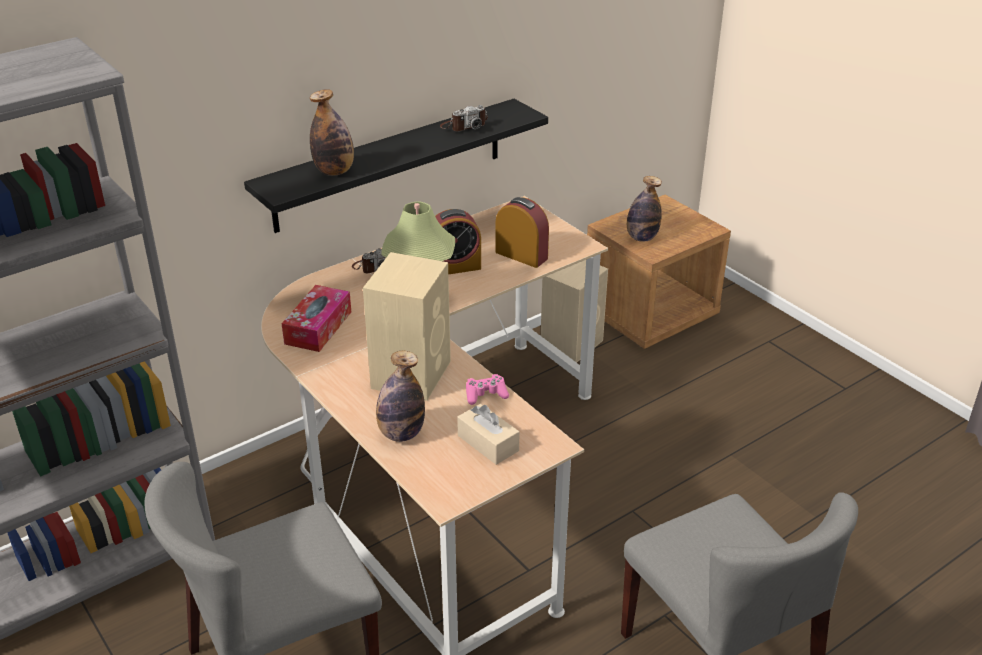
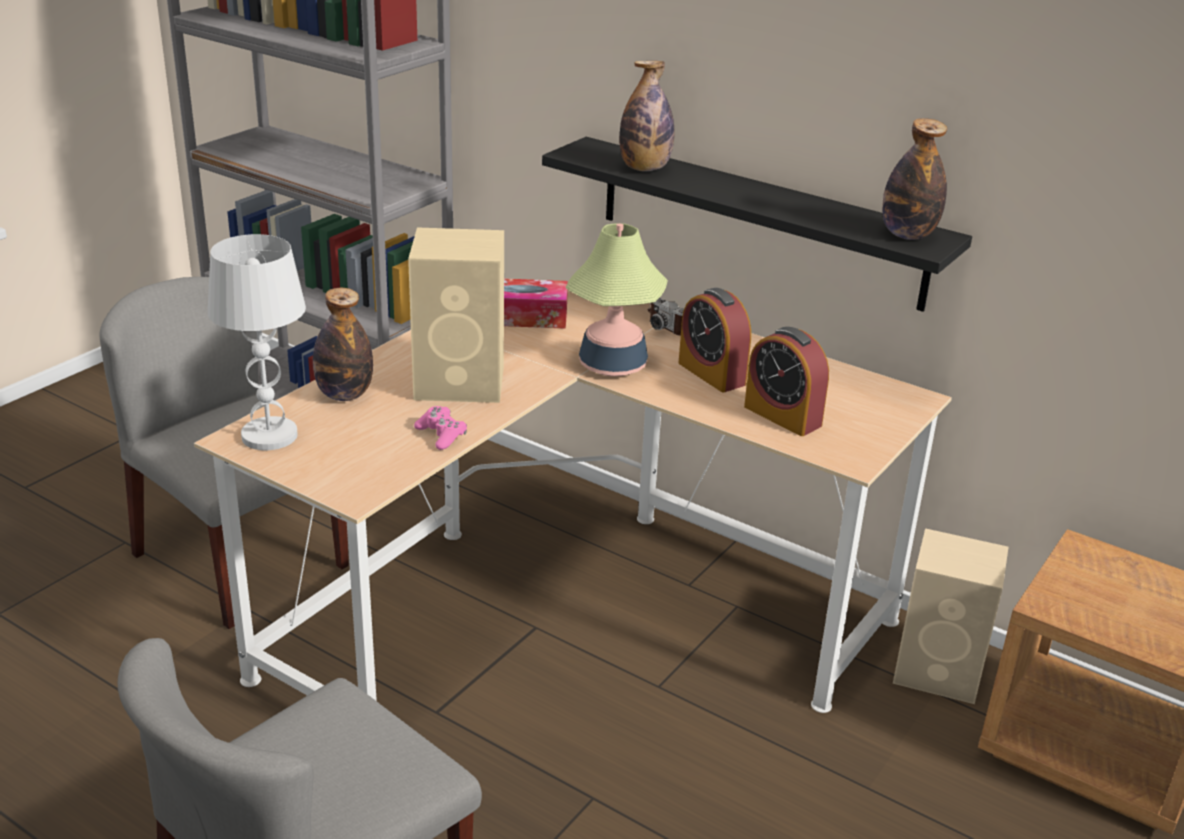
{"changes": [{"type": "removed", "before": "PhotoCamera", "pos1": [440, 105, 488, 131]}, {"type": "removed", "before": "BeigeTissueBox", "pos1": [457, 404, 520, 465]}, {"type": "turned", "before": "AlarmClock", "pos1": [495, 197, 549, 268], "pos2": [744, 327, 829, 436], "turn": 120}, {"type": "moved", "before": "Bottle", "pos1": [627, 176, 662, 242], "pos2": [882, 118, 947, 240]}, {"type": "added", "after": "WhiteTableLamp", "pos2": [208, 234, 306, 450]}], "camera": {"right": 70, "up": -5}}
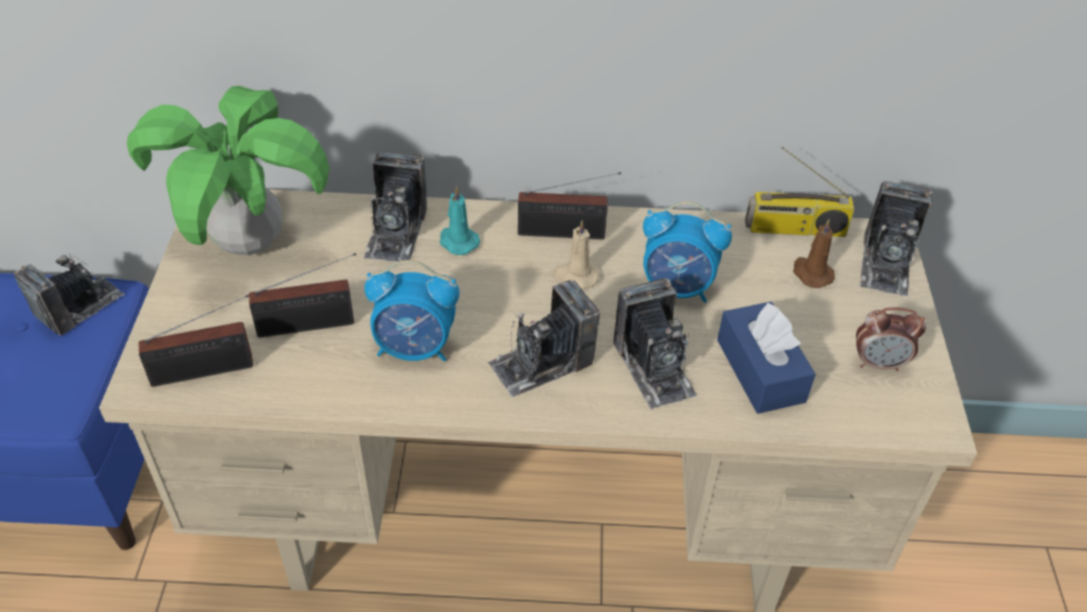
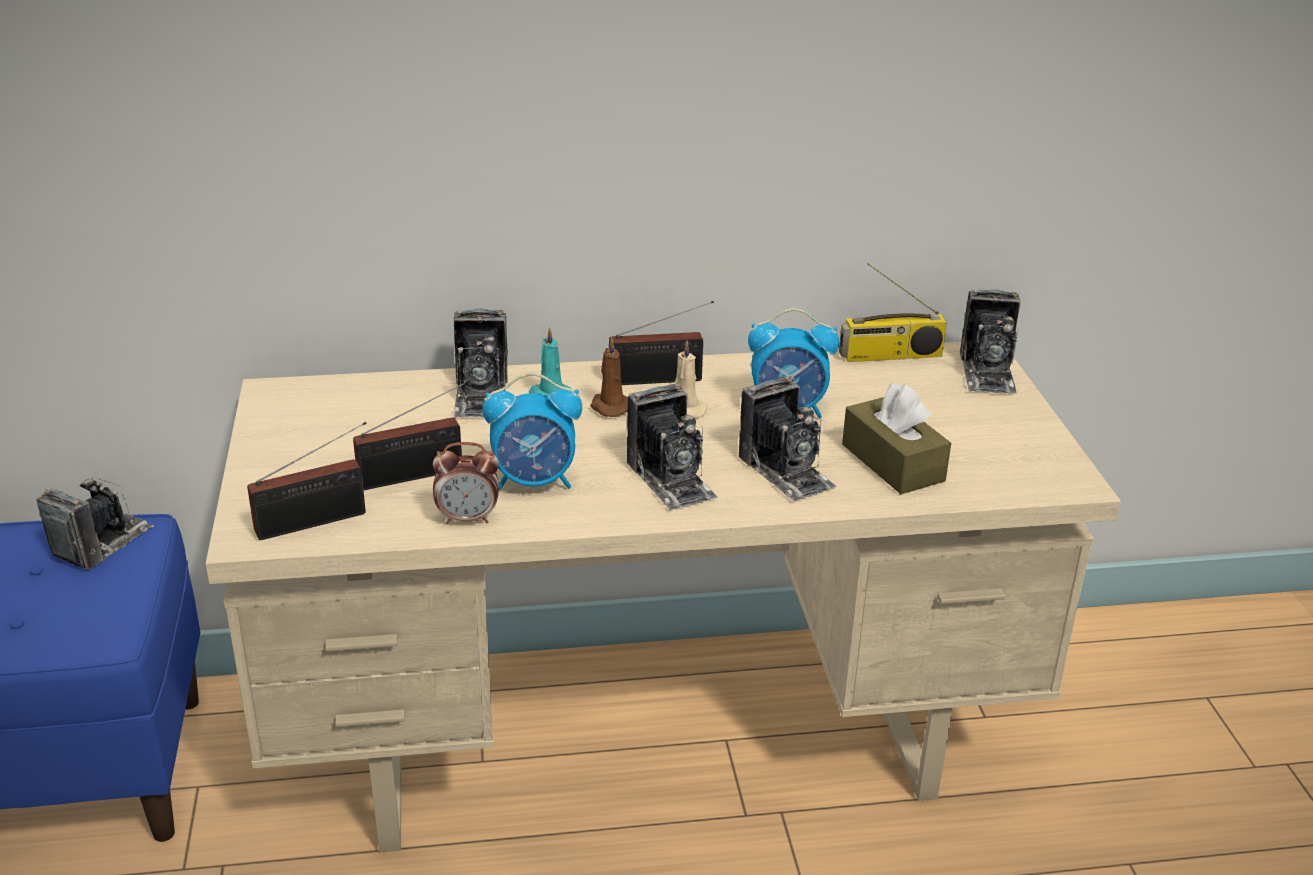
{"changes": [{"type": "removed", "before": "PottedPlant", "pos1": [127, 86, 329, 255]}, {"type": "turned", "before": "PhotoCamera", "pos1": [488, 280, 600, 397], "pos2": [627, 384, 718, 511], "turn": -75}, {"type": "recoloured", "before": "BlueTissueBox", "after": "BrownTissueBox", "pos1": [717, 302, 816, 414], "pos2": [842, 383, 951, 494]}, {"type": "moved", "before": "BrownCandle", "pos1": [793, 219, 835, 288], "pos2": [590, 337, 628, 417]}, {"type": "moved", "before": "AlarmClock", "pos1": [856, 307, 926, 372], "pos2": [433, 442, 499, 524]}], "camera": {"right": -10, "up": -15}}
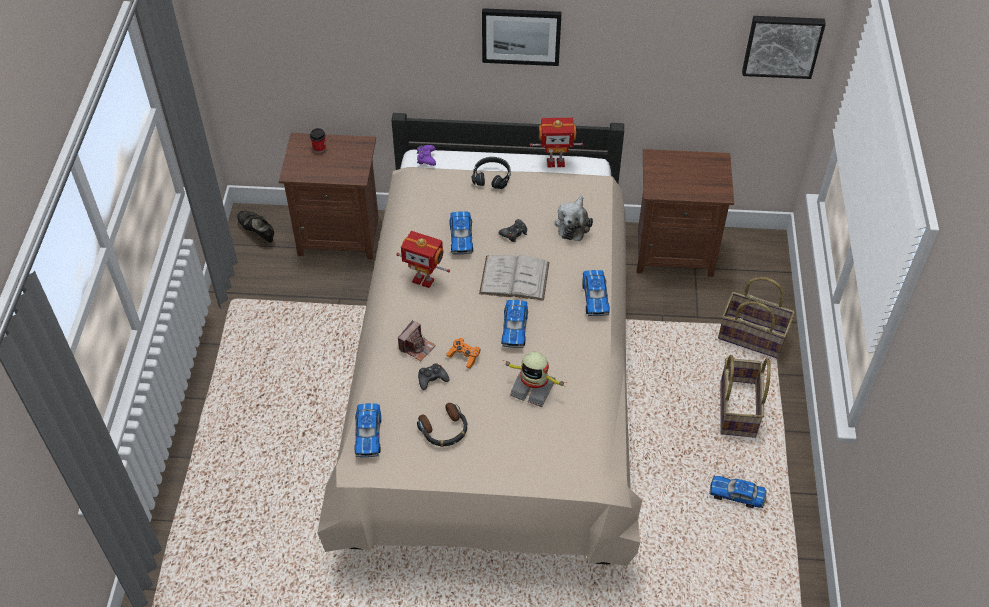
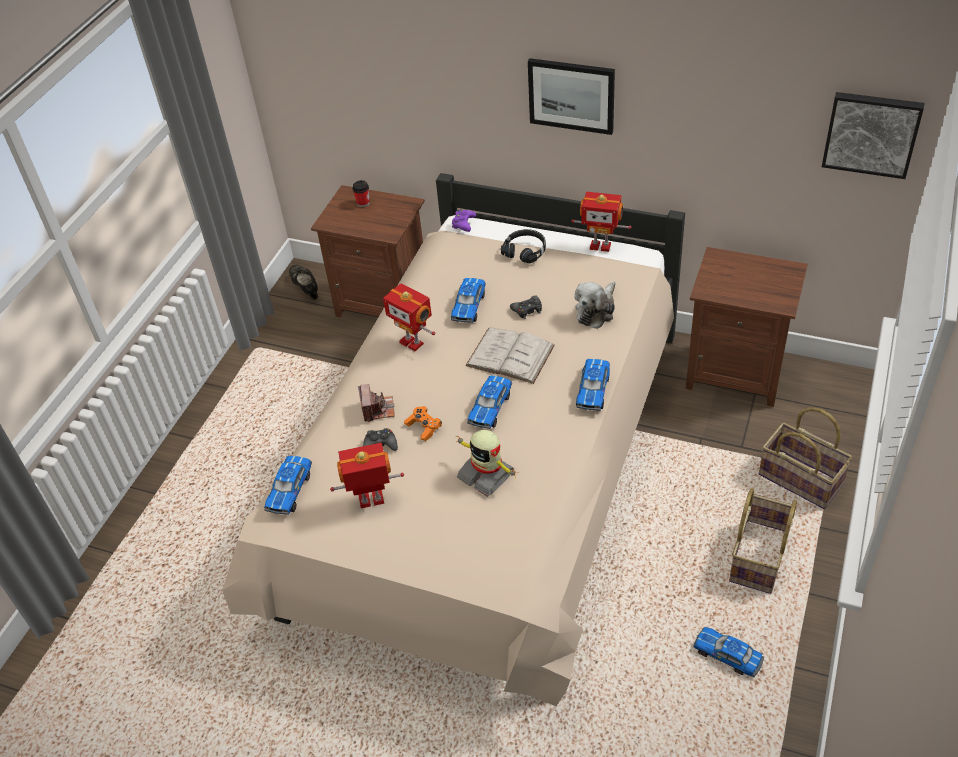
{"changes": [{"type": "turned", "before": "PhotoCamera", "pos1": [398, 320, 436, 361], "pos2": [358, 384, 395, 422], "turn": -60}, {"type": "replaced", "before": "Headphones", "after": "ToyRobot", "pos1": [417, 403, 468, 447], "pos2": [330, 443, 404, 508]}], "camera": {"right": 20, "up": -5}}
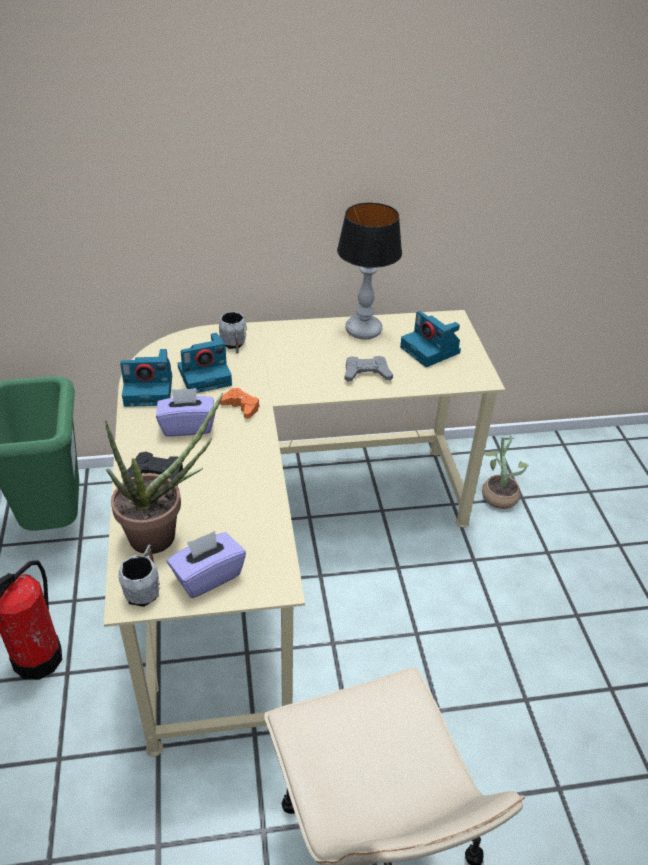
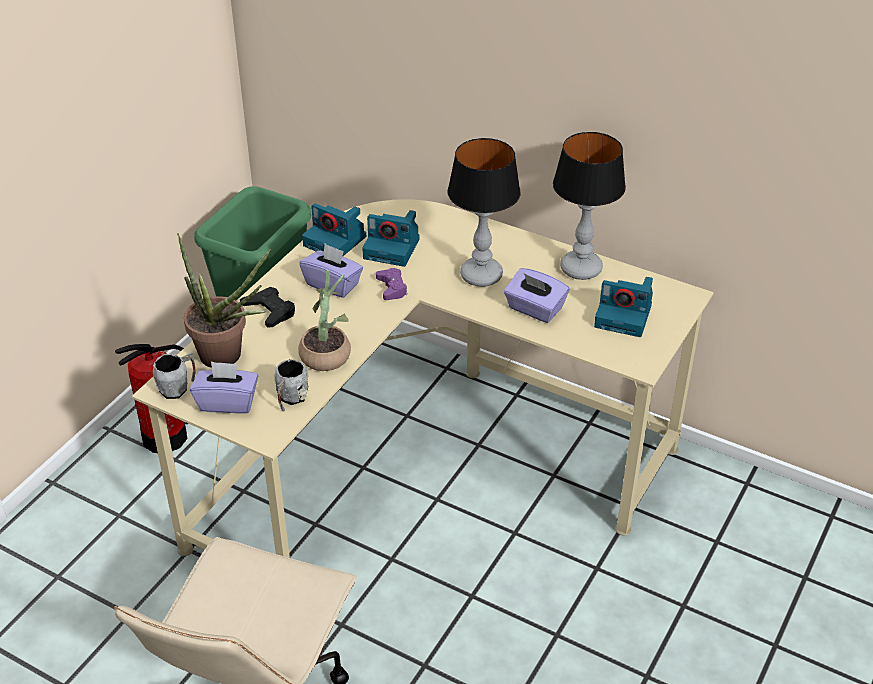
{"changes": [{"type": "moved", "before": "GreyMug", "pos1": [219, 311, 247, 354], "pos2": [274, 359, 309, 412]}, {"type": "recoloured", "before": "OrangeGameController", "after": "PurpleGameController", "pos1": [220, 388, 260, 419], "pos2": [376, 268, 408, 300]}, {"type": "replaced", "before": "GreyGameController", "after": "PurpleTissueBox", "pos1": [344, 356, 393, 382], "pos2": [504, 268, 569, 323]}, {"type": "turned", "before": "PhotoCamera", "pos1": [400, 311, 461, 367], "pos2": [594, 277, 653, 337], "turn": -75}, {"type": "moved", "before": "PottedPlant", "pos1": [482, 435, 529, 509], "pos2": [298, 270, 353, 371]}, {"type": "added", "after": "TableLamp", "pos2": [447, 138, 521, 287]}], "camera": {"right": 40, "up": 0}}
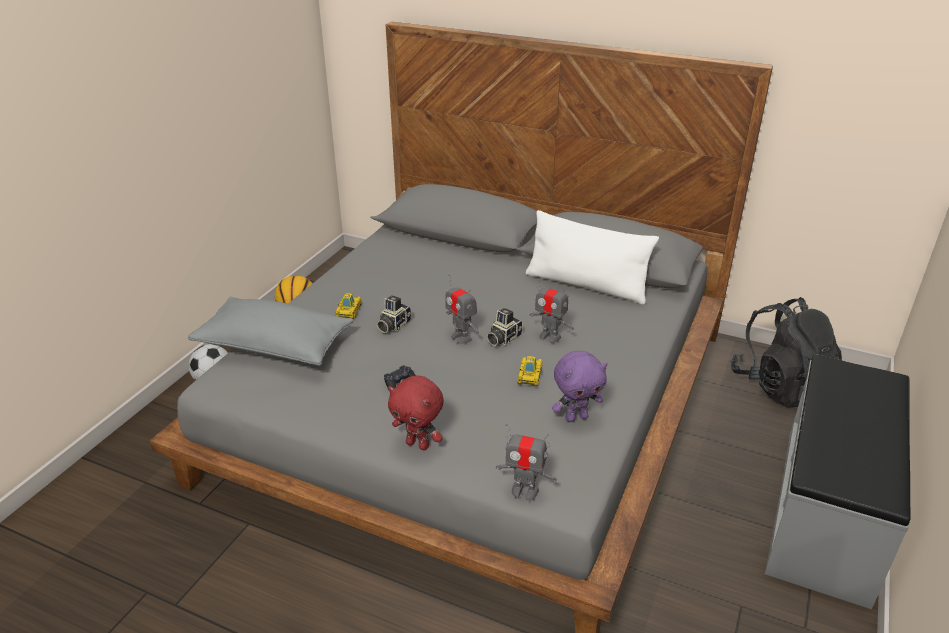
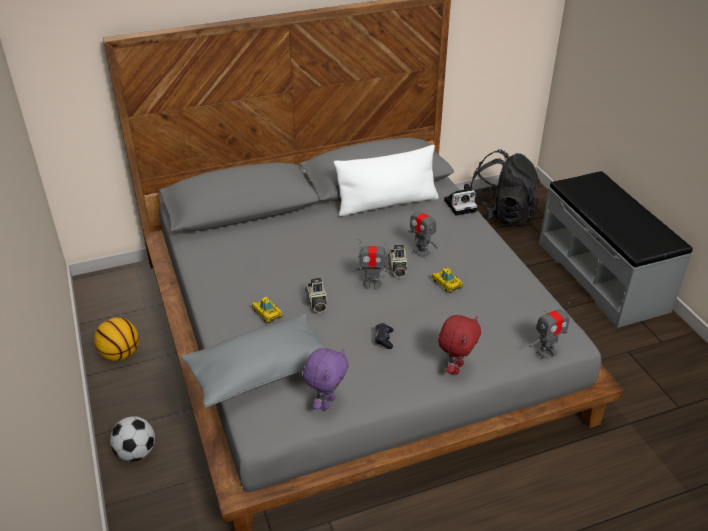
{"changes": [{"type": "turned", "before": "RedPlushToy", "pos1": [388, 375, 444, 450], "pos2": [438, 315, 481, 375], "turn": -45}, {"type": "turned", "before": "ToyRobot", "pos1": [530, 276, 574, 343], "pos2": [408, 204, 438, 257], "turn": 60}, {"type": "moved", "before": "PurplePlushToy", "pos1": [552, 351, 608, 422], "pos2": [303, 348, 349, 410]}, {"type": "added", "after": "PhotoCamera", "pos2": [444, 184, 478, 216]}], "camera": {"right": -45, "up": 5}}
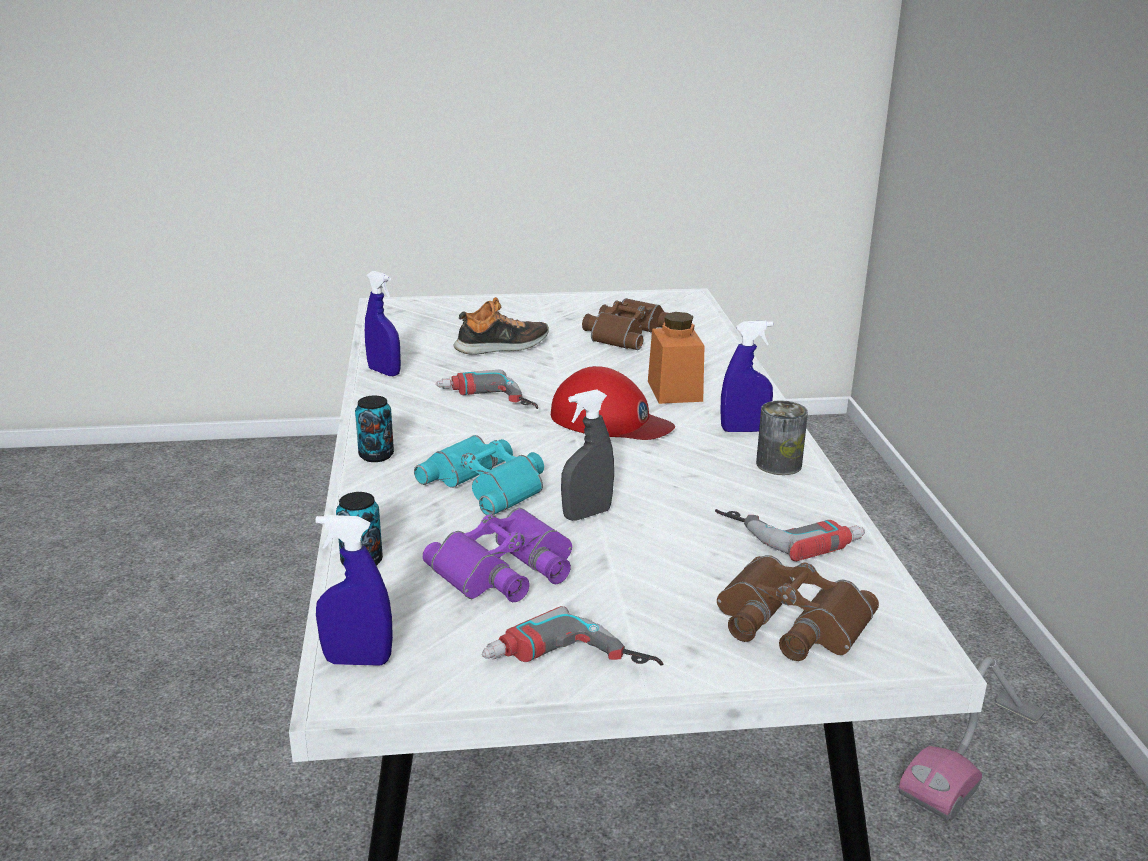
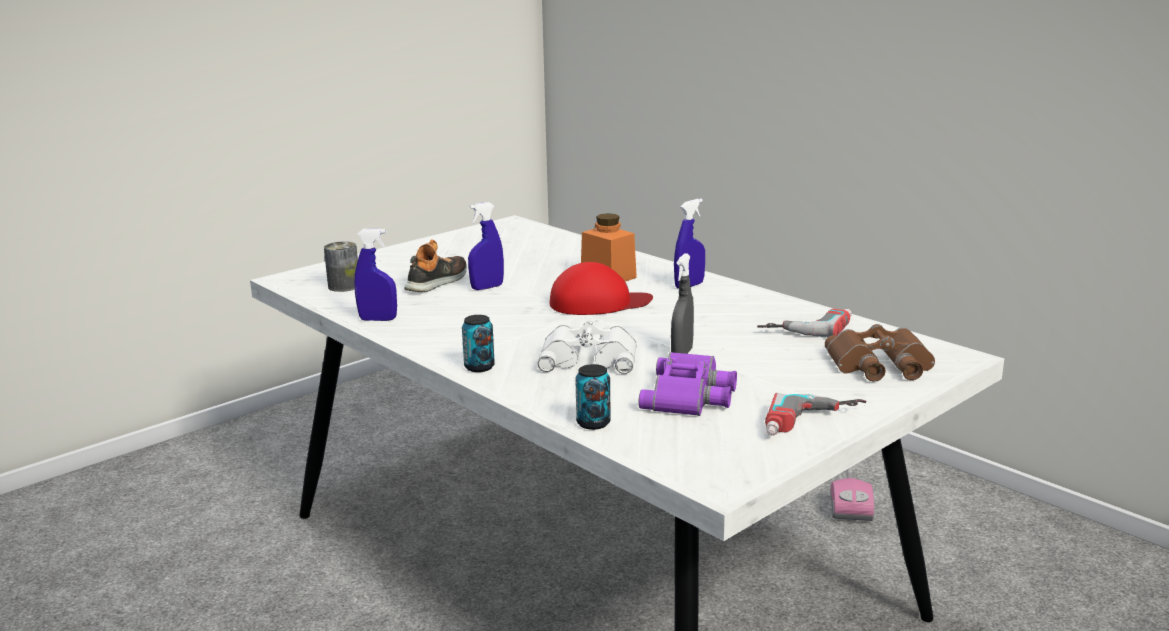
{"changes": [{"type": "moved", "before": "BlueSprayBottle", "pos1": [316, 515, 393, 666], "pos2": [468, 202, 504, 290]}, {"type": "recoloured", "before": "TurquoiseBinoculars", "after": "WhiteBinoculars", "pos1": [414, 435, 544, 515], "pos2": [538, 321, 637, 374]}, {"type": "removed", "before": "PowerDrill", "pos1": [436, 370, 538, 409]}, {"type": "removed", "before": "BrownBinoculars", "pos1": [582, 298, 667, 350]}, {"type": "moved", "before": "Can", "pos1": [756, 400, 808, 475], "pos2": [324, 241, 358, 292]}], "camera": {"right": -35, "up": -5}}
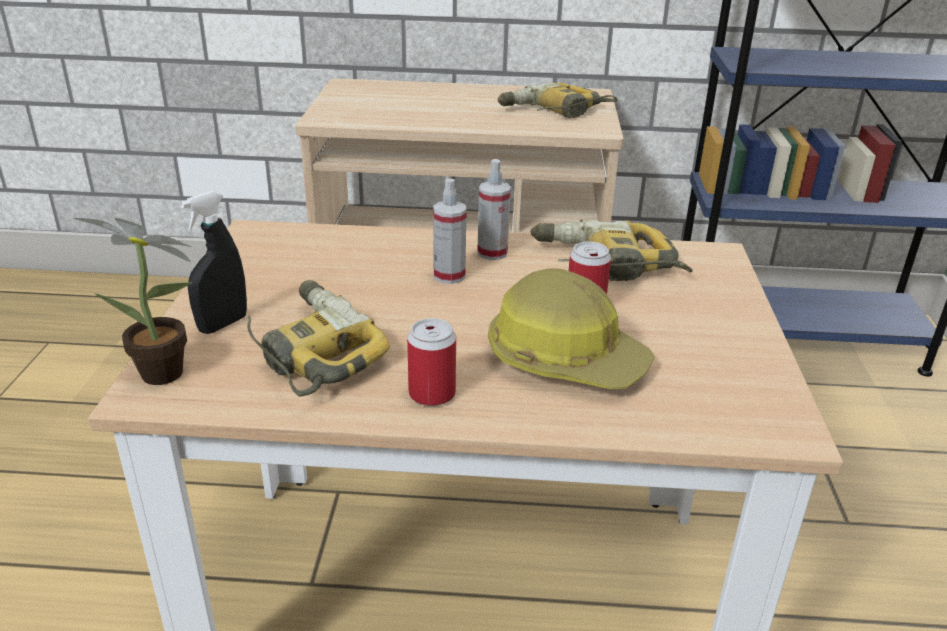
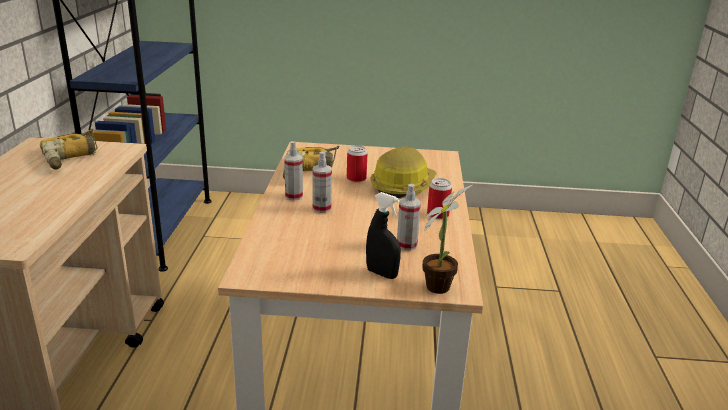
{"changes": [{"type": "replaced", "before": "PowerDrill", "after": "SprayBottle", "pos1": [247, 280, 390, 397], "pos2": [397, 184, 421, 251]}], "camera": {"right": -90, "up": -5}}
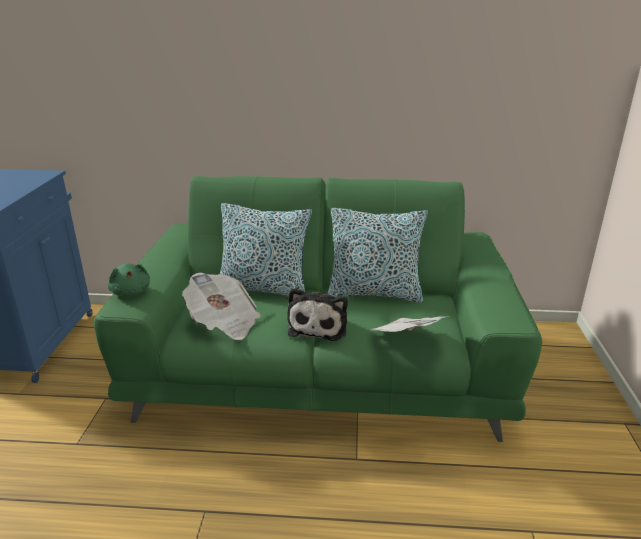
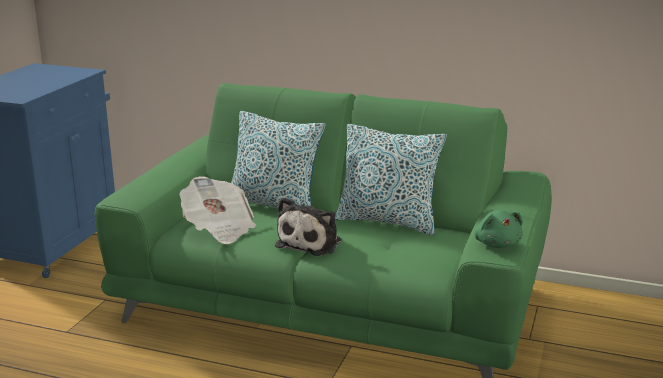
{"changes": [{"type": "moved", "before": "GreenPlushToy", "pos1": [108, 263, 150, 297], "pos2": [475, 210, 523, 248]}, {"type": "removed", "before": "Newspaper", "pos1": [373, 316, 448, 332]}], "camera": {"right": 15, "up": -5}}
